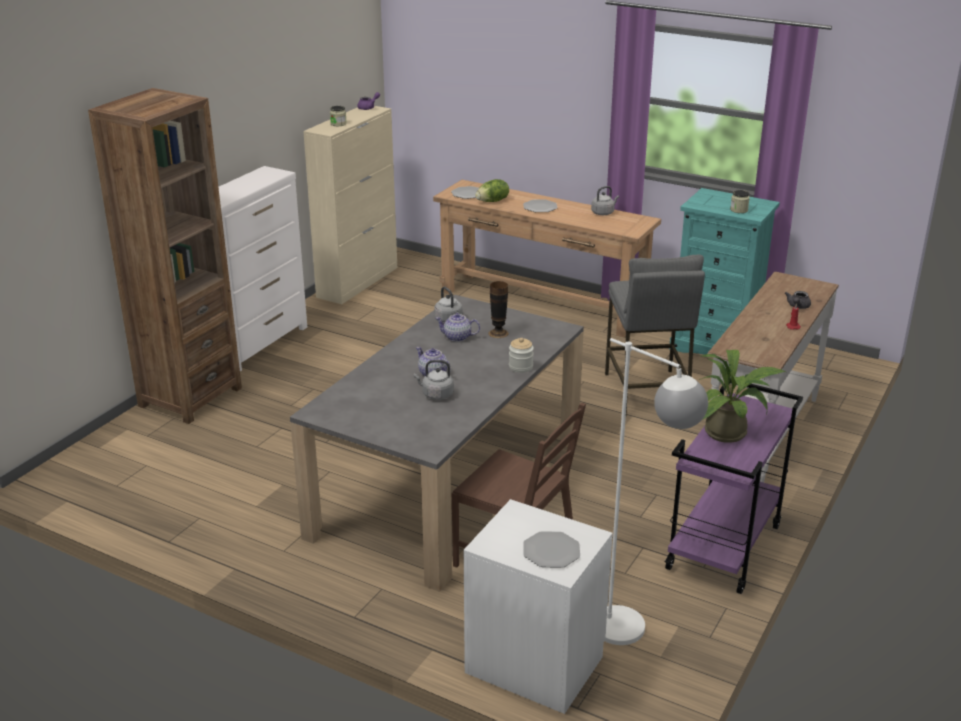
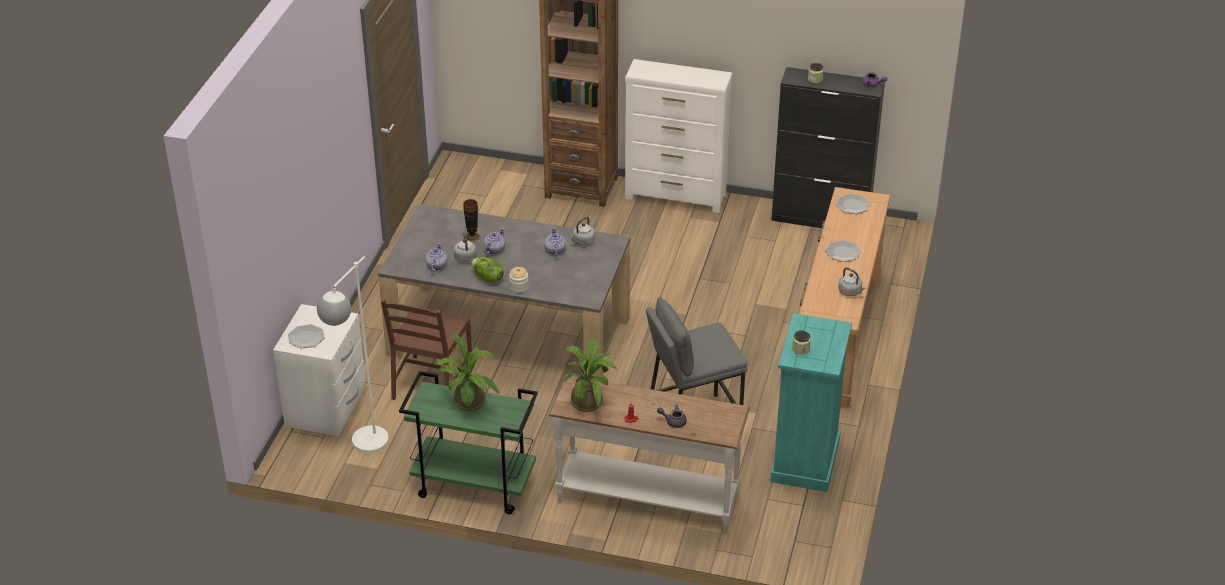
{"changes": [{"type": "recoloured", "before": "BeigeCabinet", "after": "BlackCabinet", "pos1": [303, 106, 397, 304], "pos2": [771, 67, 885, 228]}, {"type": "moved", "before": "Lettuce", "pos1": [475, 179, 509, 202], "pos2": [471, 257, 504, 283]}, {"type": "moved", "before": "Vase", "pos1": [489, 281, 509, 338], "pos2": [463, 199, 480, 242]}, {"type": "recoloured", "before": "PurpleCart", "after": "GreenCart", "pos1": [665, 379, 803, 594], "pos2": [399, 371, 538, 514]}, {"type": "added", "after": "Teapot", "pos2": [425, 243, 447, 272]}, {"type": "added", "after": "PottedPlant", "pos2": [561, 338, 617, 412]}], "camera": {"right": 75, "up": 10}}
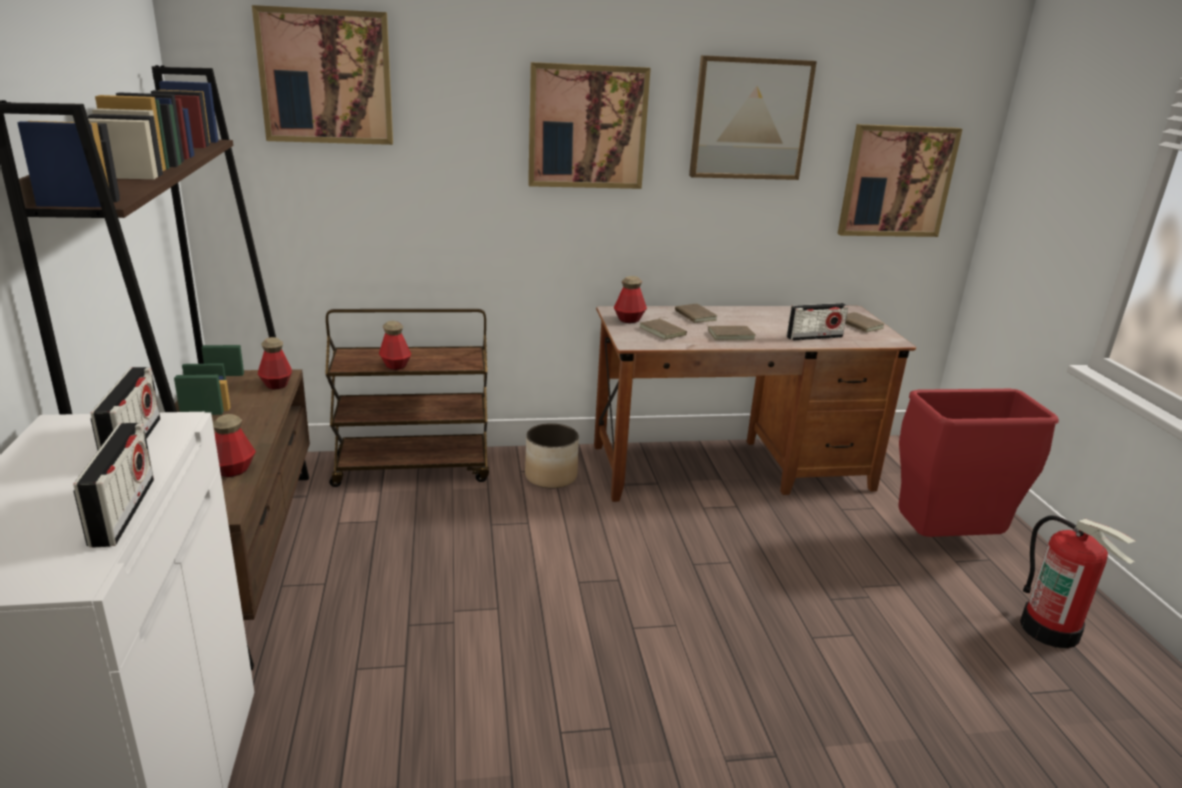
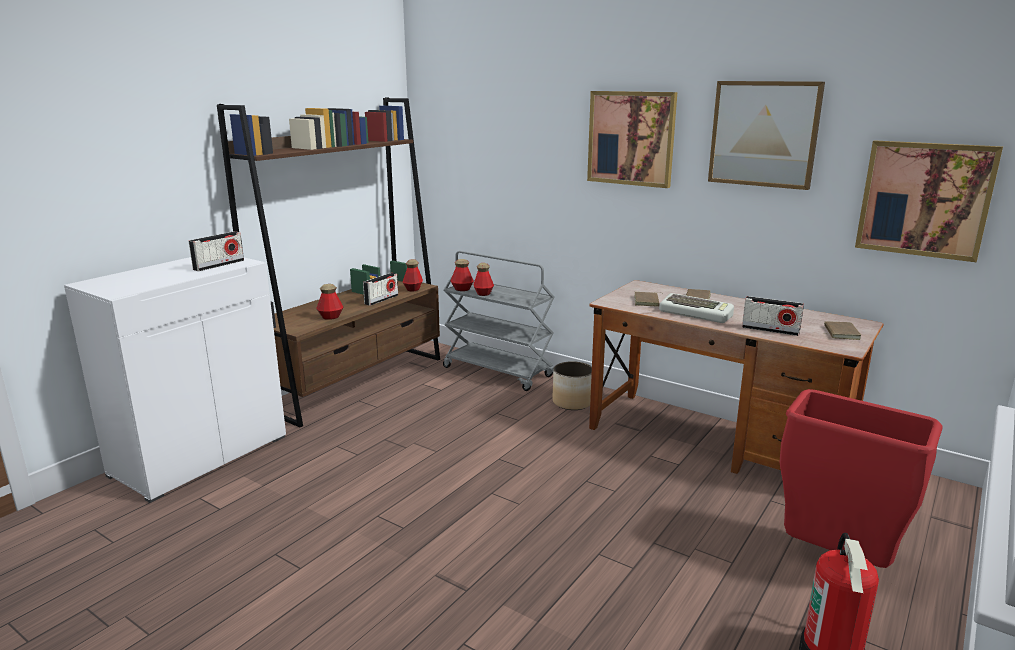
{"changes": [{"type": "moved", "before": "Radio", "pos1": [73, 423, 154, 548], "pos2": [363, 273, 398, 306]}, {"type": "removed", "before": "Picture", "pos1": [252, 5, 393, 145]}, {"type": "recoloured", "before": "BrownCart", "after": "GreyCart", "pos1": [325, 309, 489, 487], "pos2": [443, 251, 554, 391]}, {"type": "moved", "before": "Bottle", "pos1": [614, 276, 647, 323], "pos2": [450, 259, 474, 291]}, {"type": "replaced", "before": "BrownBook", "after": "Keyboard", "pos1": [706, 323, 756, 340], "pos2": [659, 293, 734, 323]}], "camera": {"right": 45, "up": -5}}
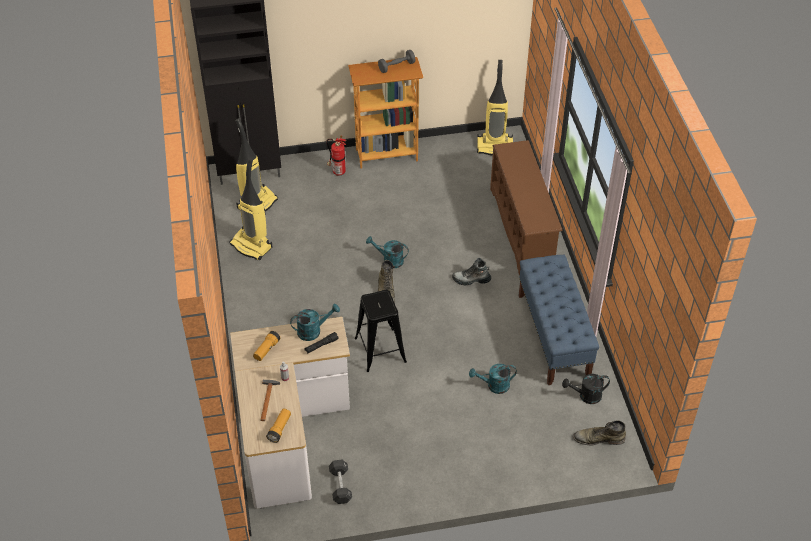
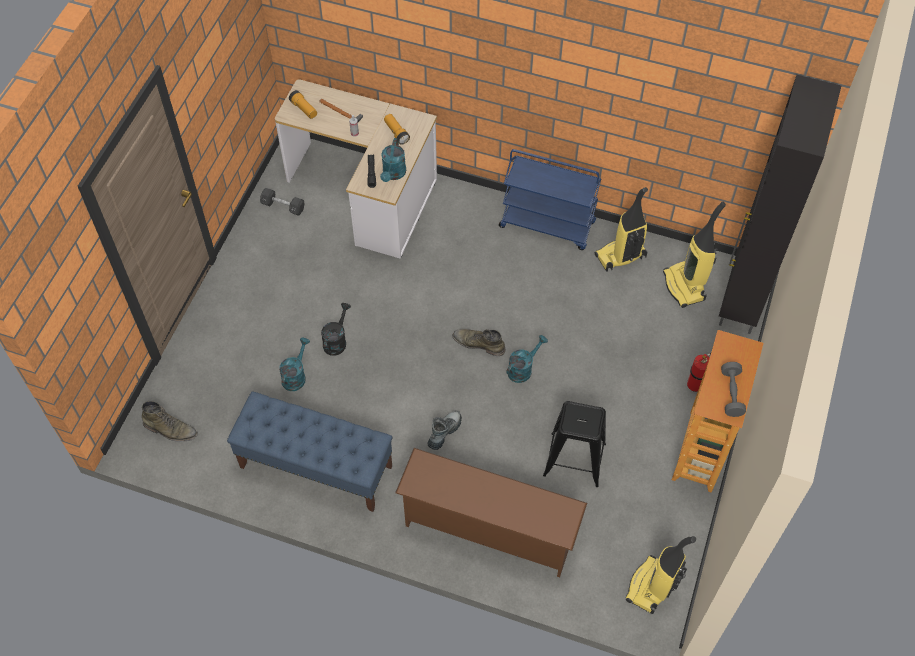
{"changes": [{"type": "moved", "before": "BlackStool", "pos1": [355, 290, 407, 372], "pos2": [543, 401, 606, 487]}, {"type": "moved", "before": "BlackWateringCan", "pos1": [562, 374, 610, 404], "pos2": [321, 303, 351, 356]}, {"type": "turned", "before": "GreenBoot", "pos1": [573, 420, 626, 446], "pos2": [142, 401, 198, 442], "turn": 75}, {"type": "added", "after": "BlueCart", "pos2": [499, 149, 601, 250]}], "camera": {"right": 120, "up": 10}}
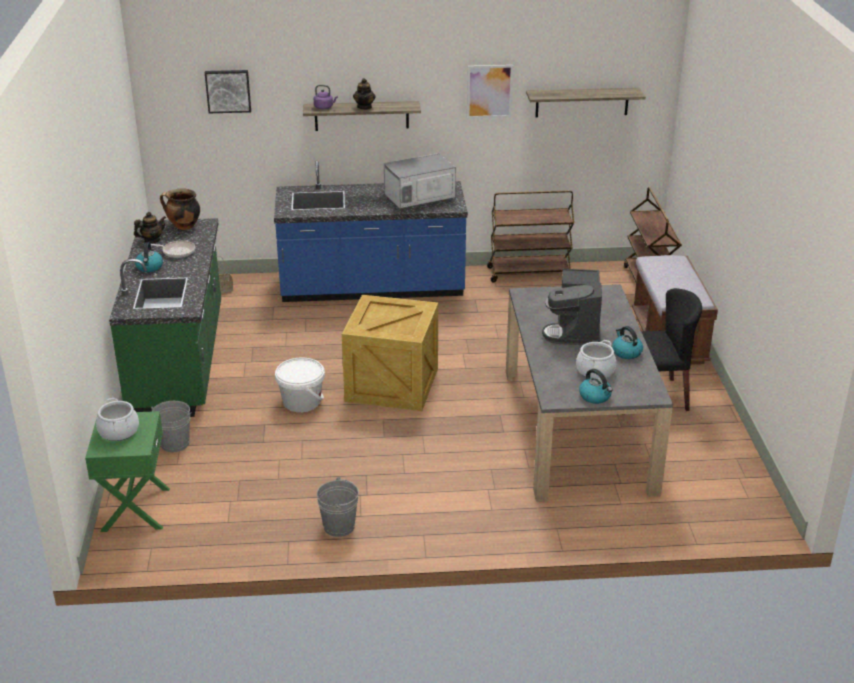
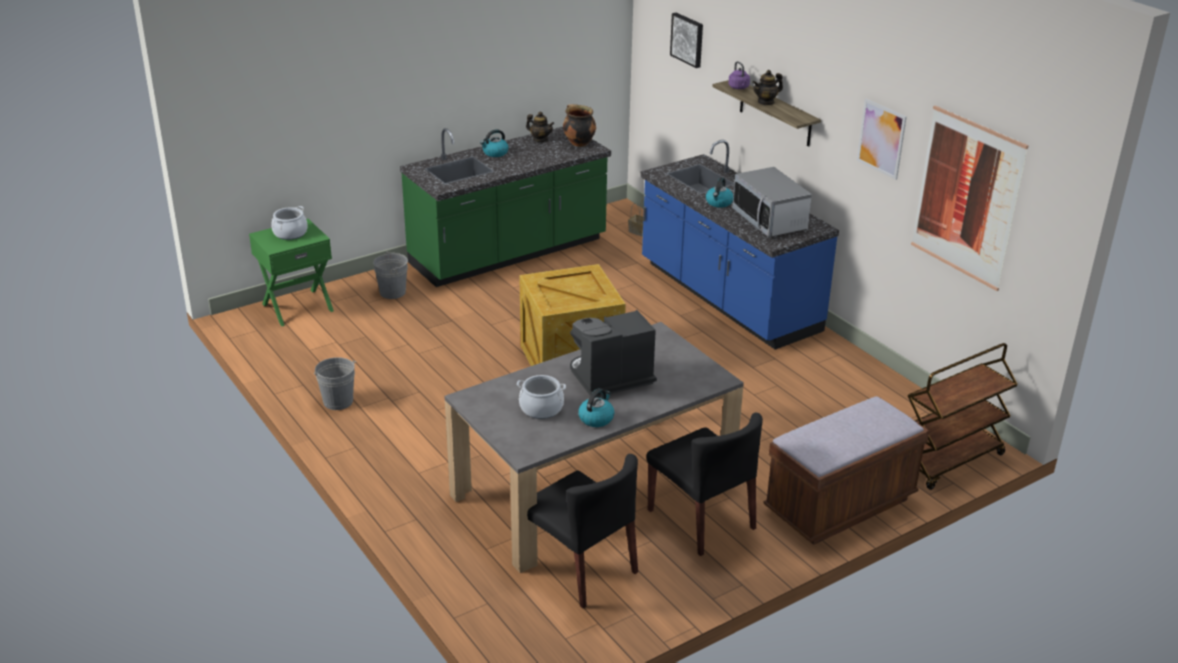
{"changes": [{"type": "removed", "before": "FryingPan", "pos1": [151, 241, 195, 258]}, {"type": "removed", "before": "WhiteBucket", "pos1": [275, 357, 325, 413]}, {"type": "turned", "before": "Microwave", "pos1": [384, 153, 456, 209], "pos2": [733, 167, 812, 237], "turn": -150}, {"type": "removed", "before": "BrownCart", "pos1": [487, 190, 574, 283]}, {"type": "replaced", "before": "Shelf", "after": "Picture", "pos1": [526, 88, 646, 117], "pos2": [911, 105, 1029, 291]}, {"type": "moved", "before": "Kettle", "pos1": [579, 369, 613, 404], "pos2": [706, 177, 733, 208]}, {"type": "added", "after": "BlackChair", "pos2": [527, 454, 638, 608]}], "camera": {"right": 60, "up": 0}}
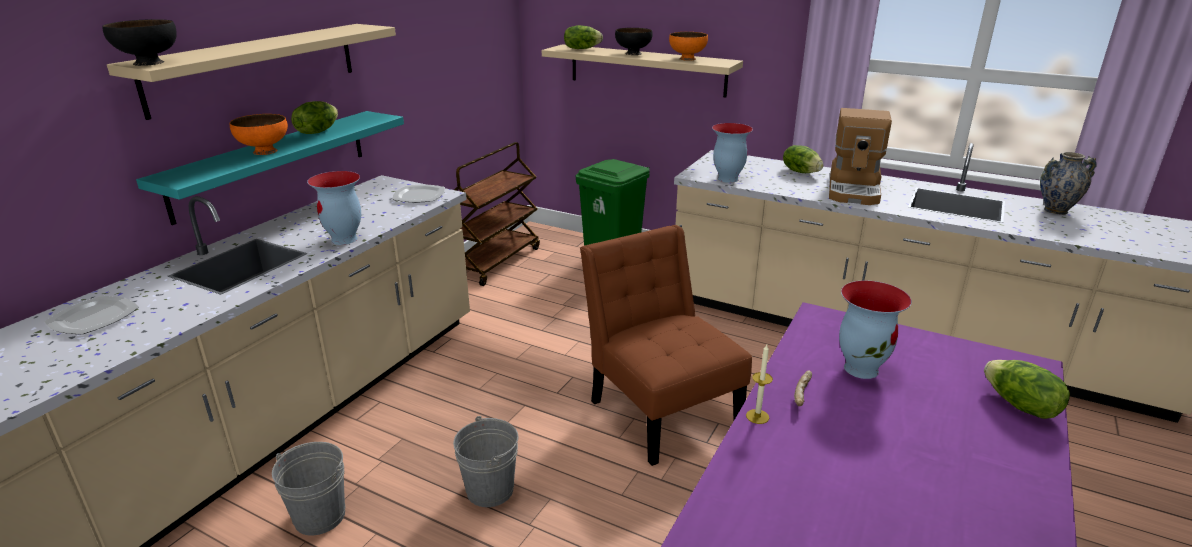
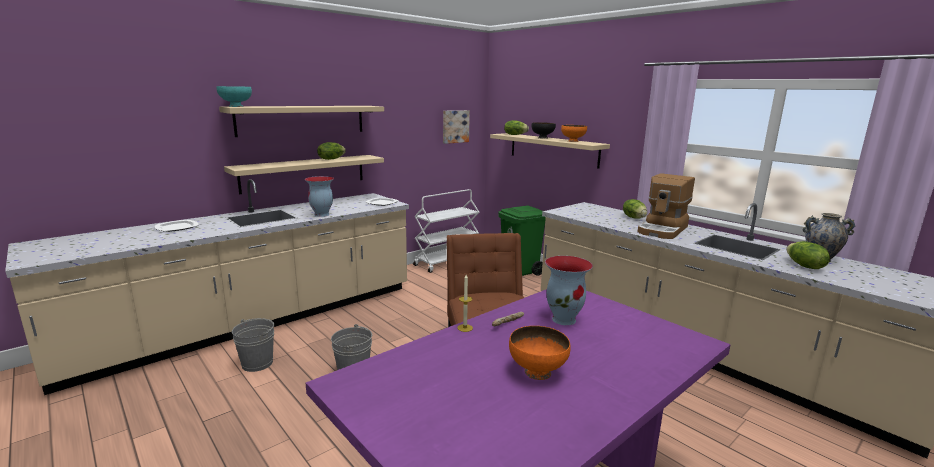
{"changes": [{"type": "recoloured", "before": "BlackBowl", "after": "TurquoiseBowl", "pos1": [102, 19, 177, 66], "pos2": [217, 86, 252, 107]}, {"type": "recoloured", "before": "TurquoiseShelf", "after": "BeigeShelf", "pos1": [136, 111, 404, 225], "pos2": [224, 155, 384, 194]}, {"type": "moved", "before": "OrangeBowl", "pos1": [230, 114, 288, 155], "pos2": [509, 326, 571, 380]}, {"type": "recoloured", "before": "BrownCart", "after": "WhiteCart", "pos1": [454, 142, 540, 286], "pos2": [413, 189, 479, 273]}, {"type": "removed", "before": "Vase", "pos1": [712, 123, 753, 183]}, {"type": "moved", "before": "Lettuce", "pos1": [984, 360, 1070, 419], "pos2": [786, 241, 830, 269]}, {"type": "added", "after": "Picture", "pos2": [443, 110, 470, 144]}], "camera": {"right": 20, "up": -10}}
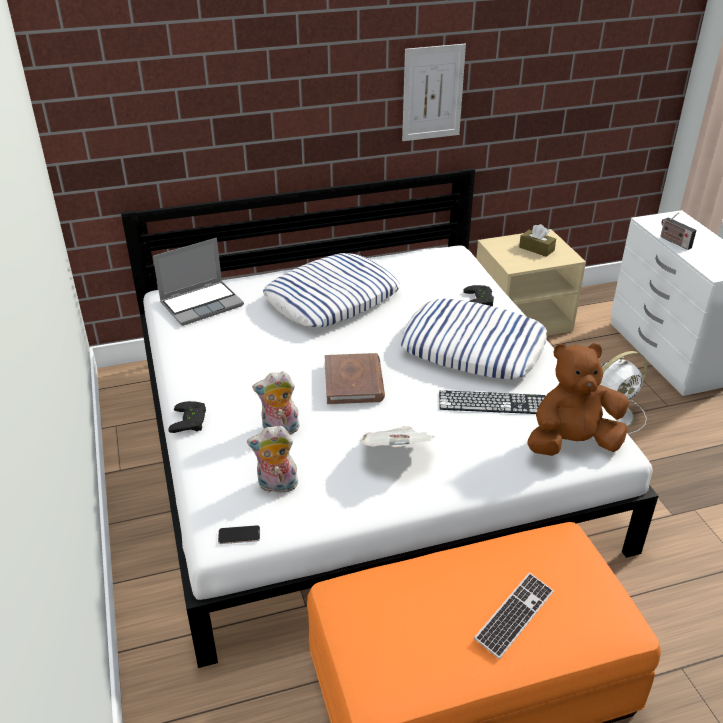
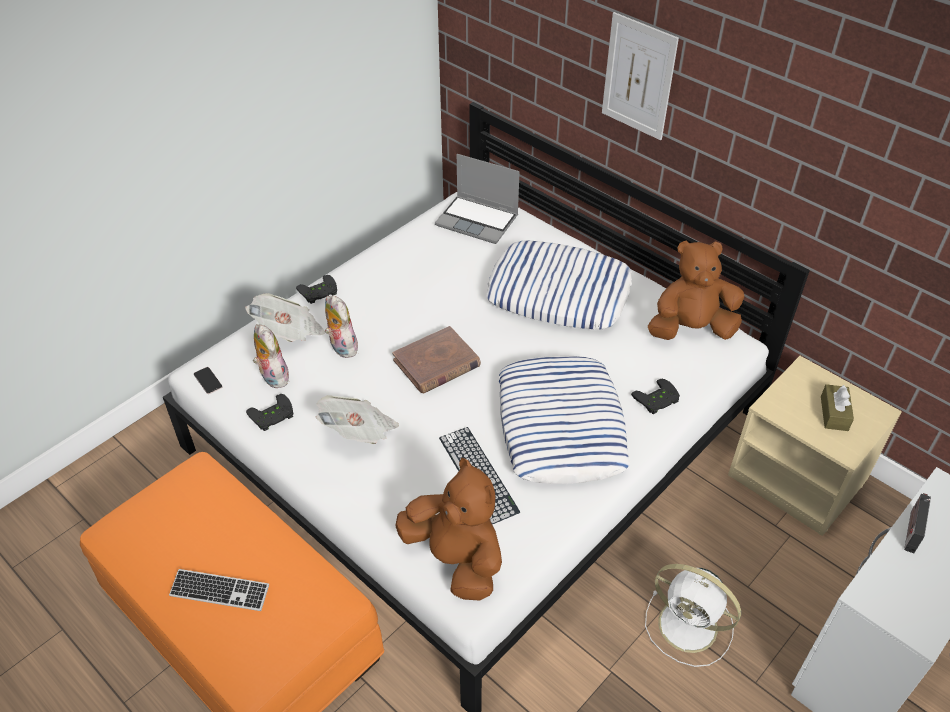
{"changes": [{"type": "moved", "before": "Picture", "pos1": [402, 44, 466, 141], "pos2": [602, 12, 679, 140]}, {"type": "added", "after": "Newspaper", "pos2": [245, 293, 325, 342]}, {"type": "added", "after": "BlackGameController", "pos2": [246, 394, 293, 431]}, {"type": "added", "after": "BrownPlushToy", "pos2": [648, 241, 744, 340]}], "camera": {"right": 60, "up": 10}}
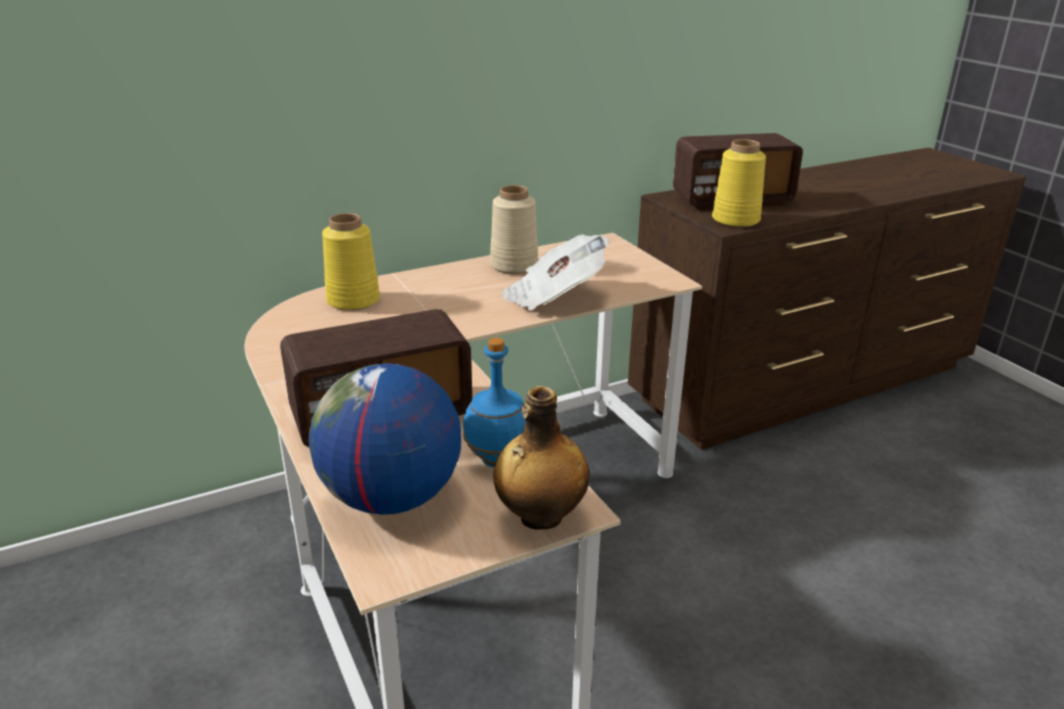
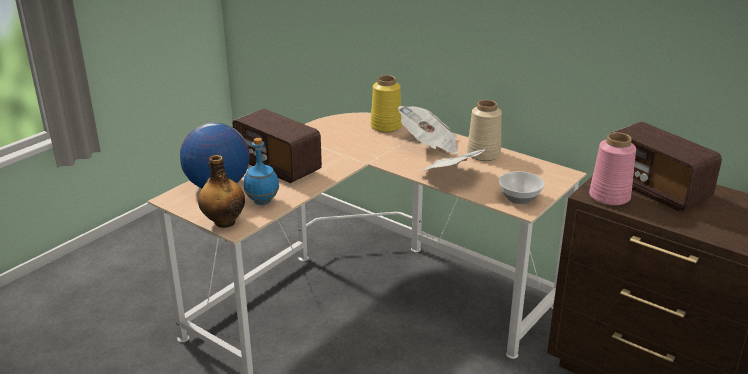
{"changes": [{"type": "recoloured", "before": "YellowVase", "after": "PinkVase", "pos1": [712, 139, 766, 227], "pos2": [589, 132, 636, 206]}, {"type": "added", "after": "Newspaper", "pos2": [398, 106, 458, 154]}, {"type": "added", "after": "Bowl", "pos2": [499, 171, 544, 204]}], "camera": {"right": 65, "up": 0}}
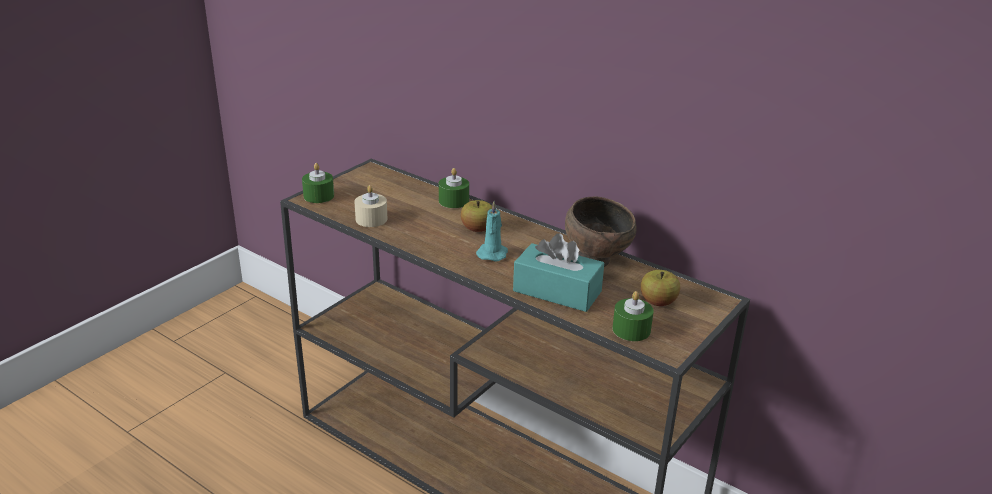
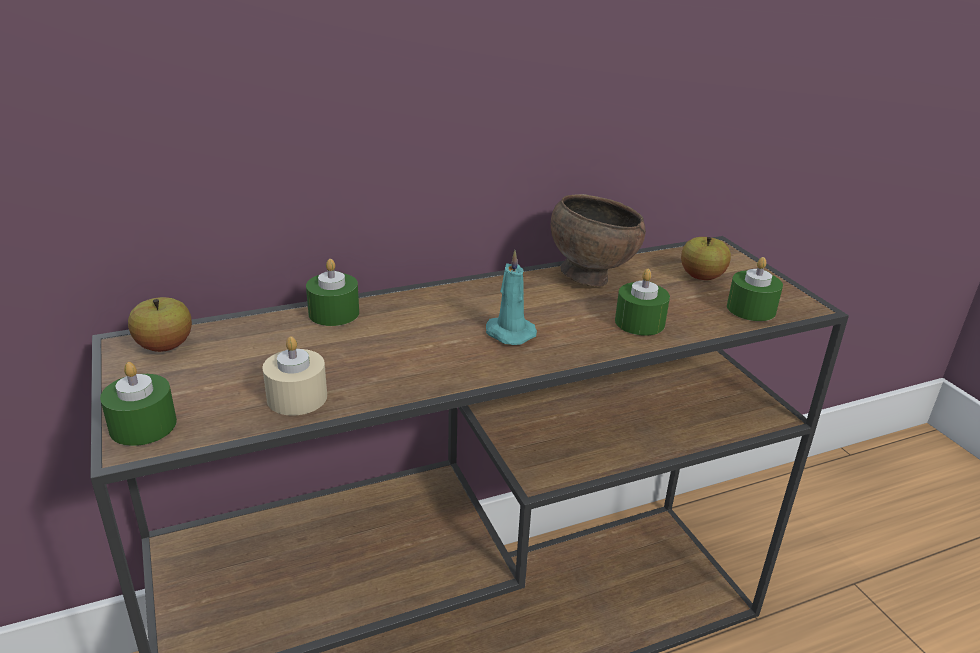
{"changes": [{"type": "moved", "before": "Apple", "pos1": [461, 200, 492, 232], "pos2": [128, 297, 192, 352]}, {"type": "replaced", "before": "TurquoiseTissueBox", "after": "GreenCandle", "pos1": [513, 233, 604, 312], "pos2": [615, 269, 670, 336]}], "camera": {"right": -60, "up": 0}}
